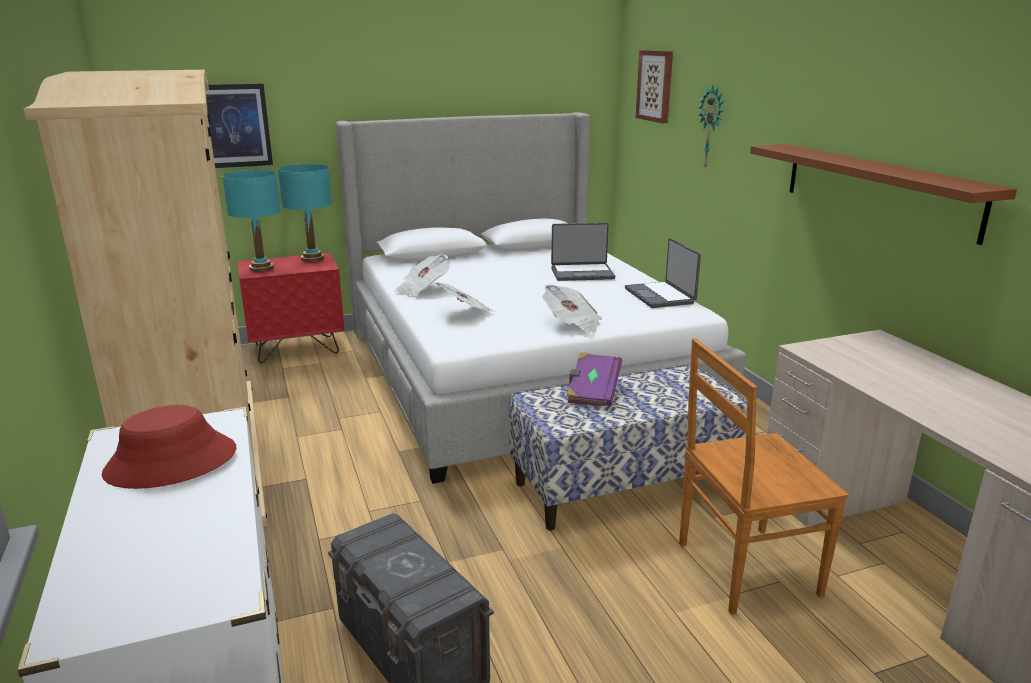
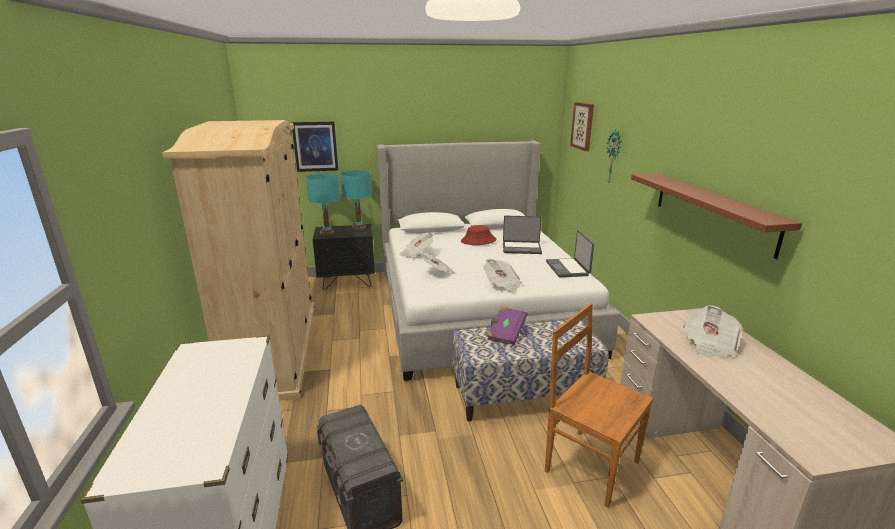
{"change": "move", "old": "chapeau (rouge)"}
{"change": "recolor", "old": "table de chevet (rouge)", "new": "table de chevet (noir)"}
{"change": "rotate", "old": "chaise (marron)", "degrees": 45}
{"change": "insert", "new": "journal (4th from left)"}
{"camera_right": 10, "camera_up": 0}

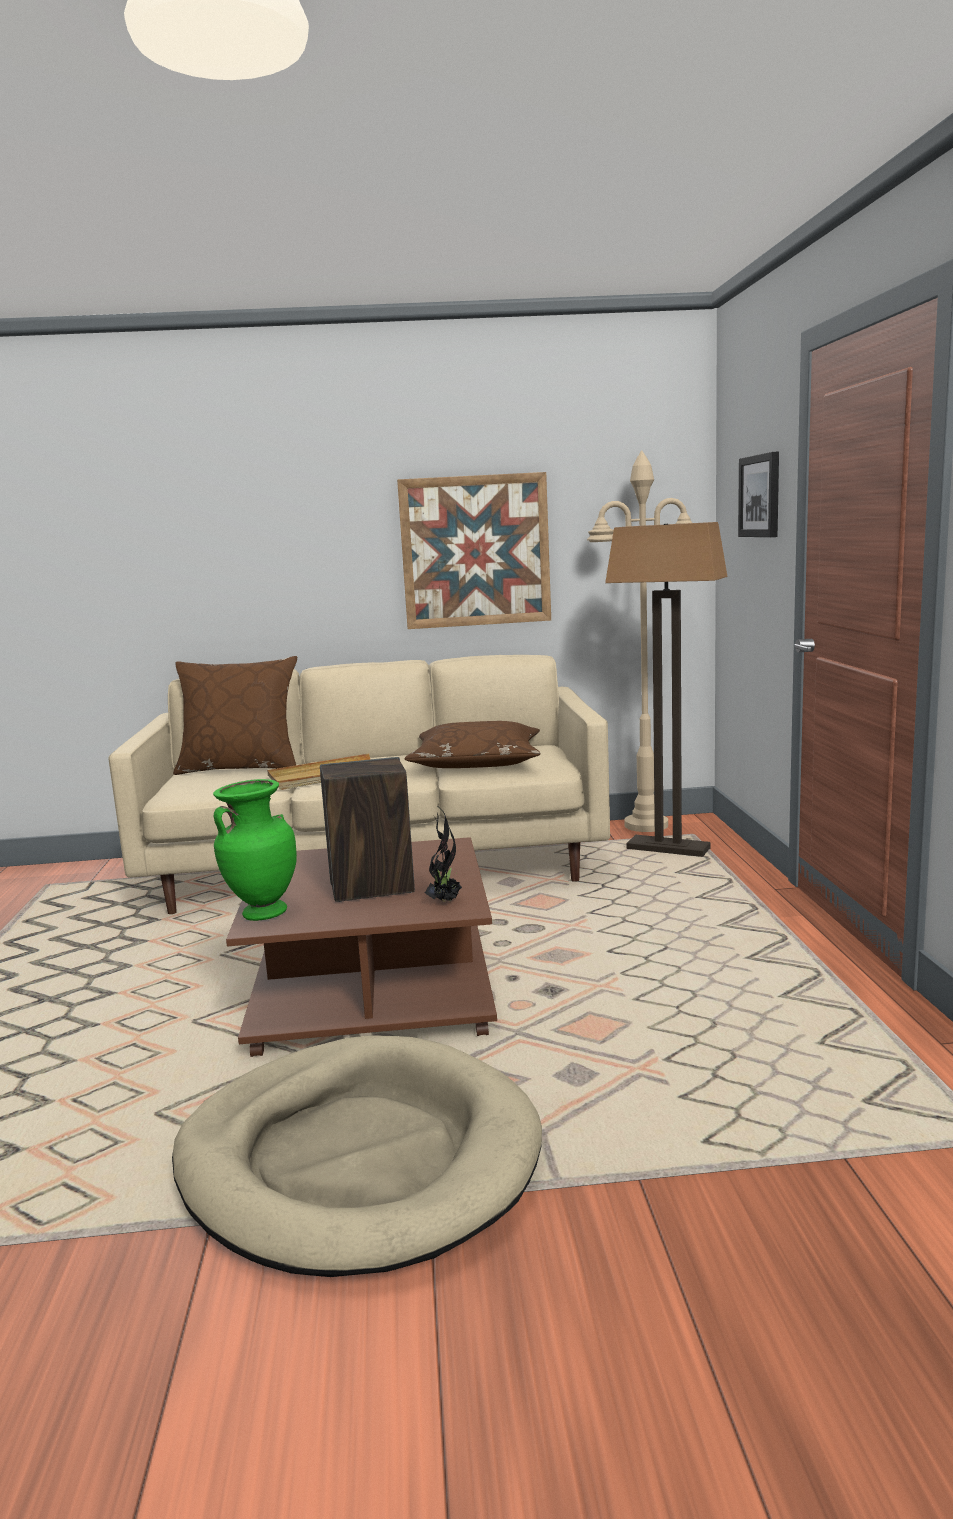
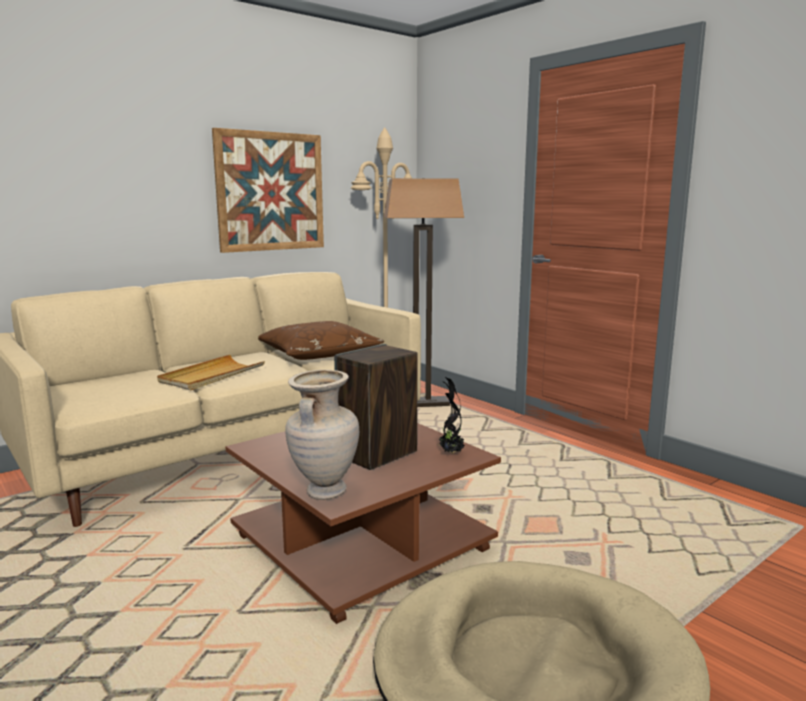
{"change": "delete", "old": "coussin (marron) (1st from left)"}
{"change": "recolor", "old": "vase (vert)", "new": "vase (beige)"}
{"change": "delete", "old": "tableau (2nd from left)"}
{"camera_right": -35, "camera_up": 0}

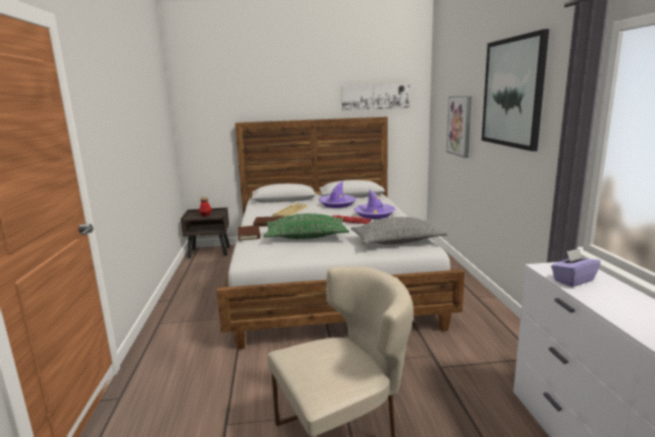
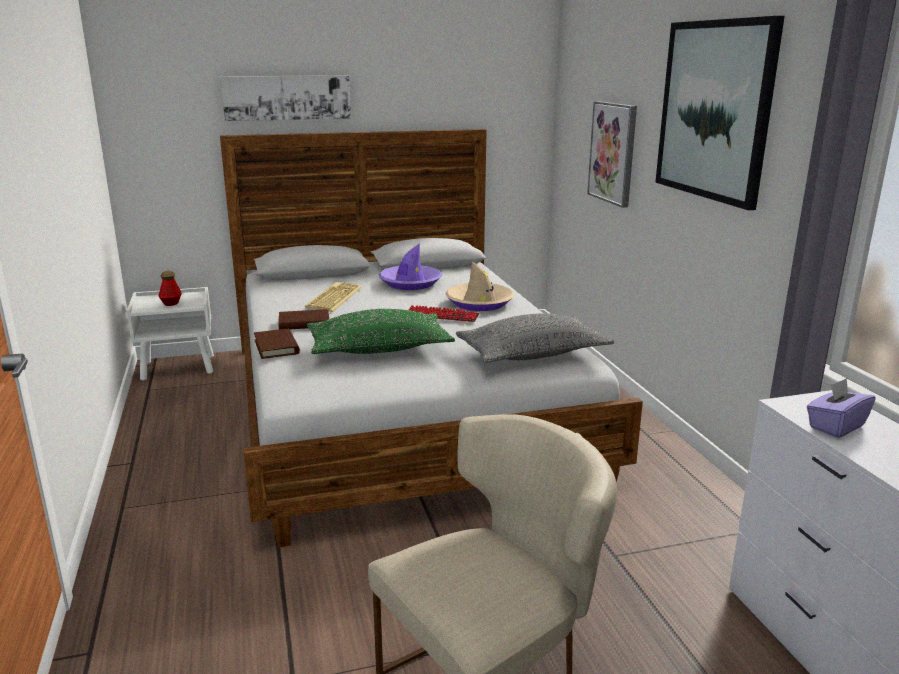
{"change": "recolor", "old": "table de chevet (marron)", "new": "table de chevet (blanc)"}
{"change": "move", "old": "tableau (1st from left)"}
{"change": "recolor", "old": "chapeau (violet) (2nd from left)", "new": "chapeau (beige)"}
{"camera_right": -10, "camera_up": 5}

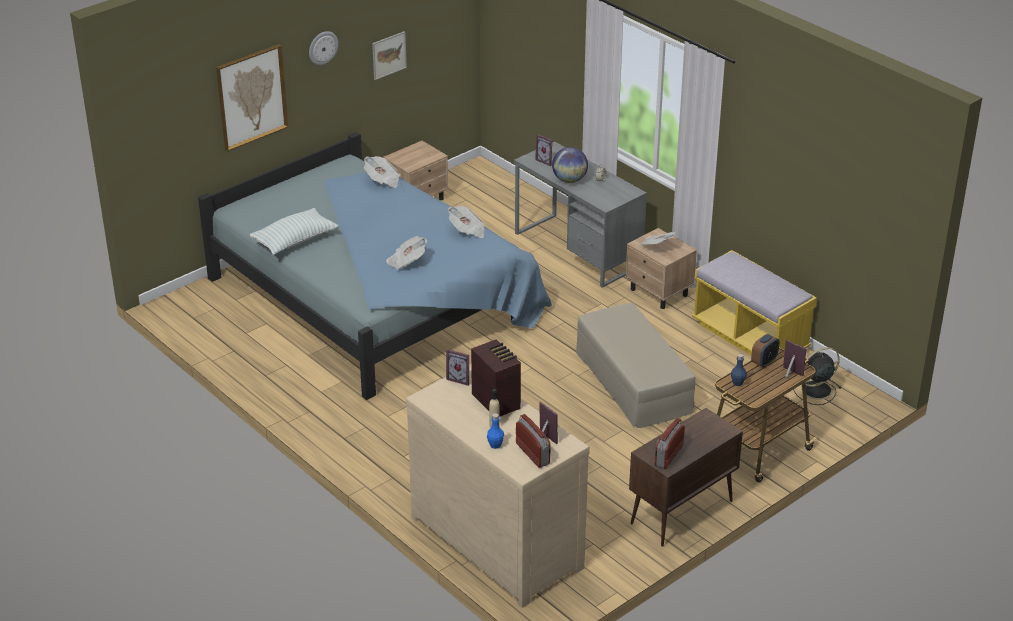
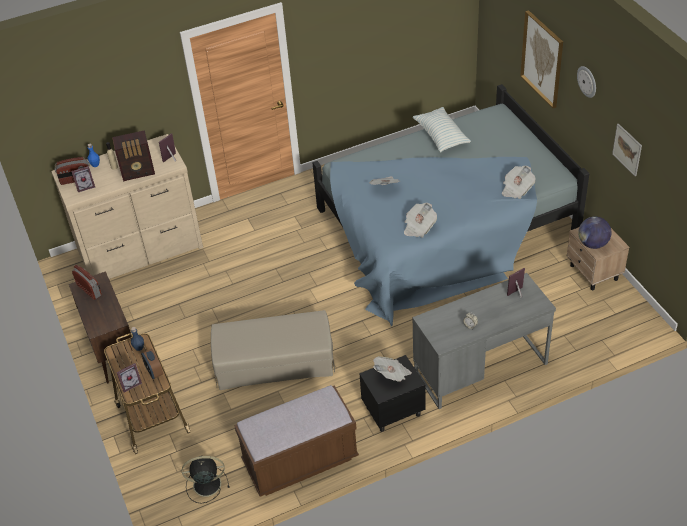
{"change": "move", "old": "globe"}
{"change": "recolor", "old": "table de chevet (beige) (2nd from left)", "new": "table de chevet (noir)"}
{"change": "recolor", "old": "banc (jaune)", "new": "banc (marron)"}
{"change": "rotate", "old": "ventilateur (noir)", "degrees": -90}
{"camera_right": 110, "camera_up": 10}

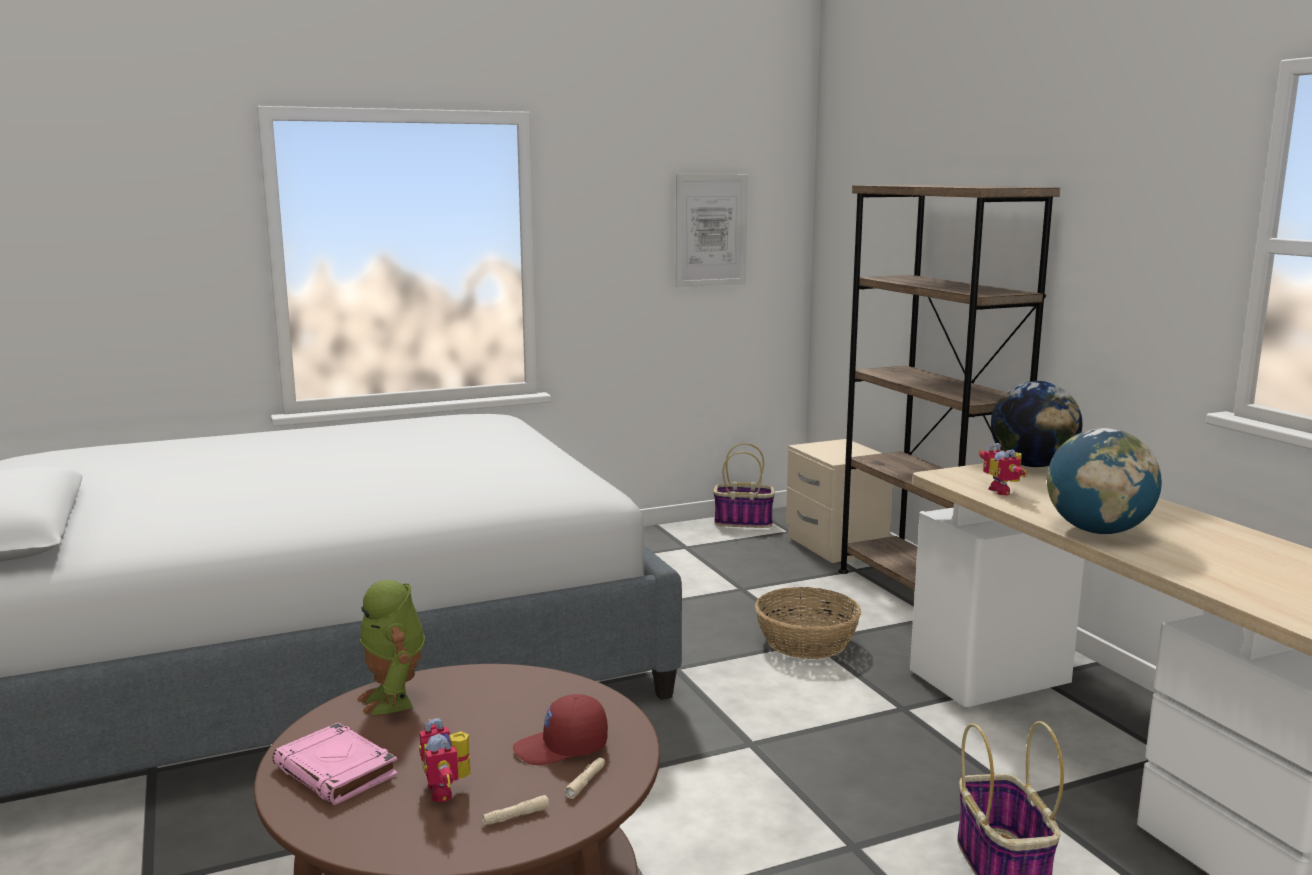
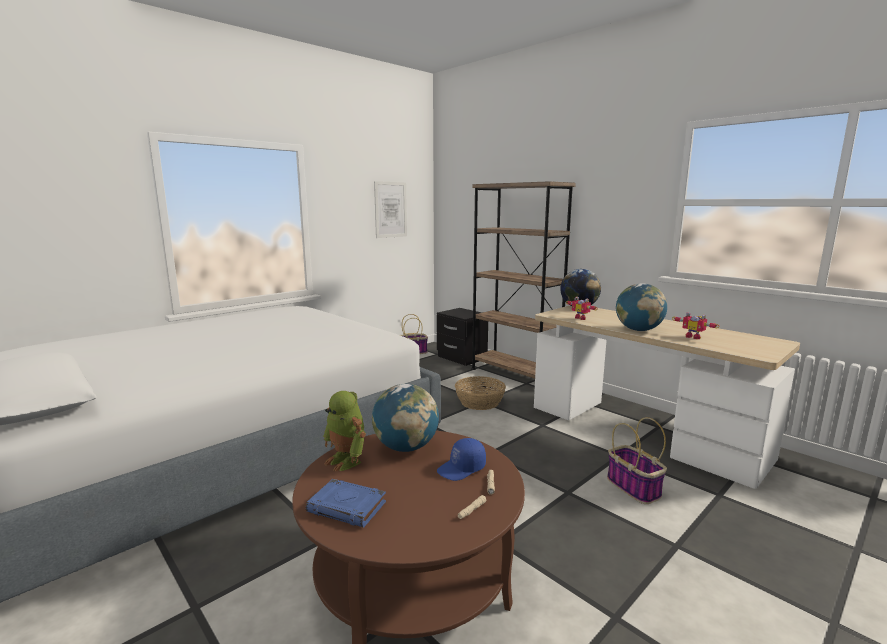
{"change": "recolor", "old": "livre (rose)", "new": "livre (bleu)"}
{"change": "move", "old": "robot jouet (2nd from left in the first image)", "new": "robot jouet (3rd from left)"}
{"change": "recolor", "old": "casquette (rouge)", "new": "casquette (bleu)"}
{"change": "recolor", "old": "table de chevet (beige)", "new": "table de chevet (noir)"}
{"change": "insert", "new": "globe (1st from left)"}
{"camera_right": -20, "camera_up": 0}

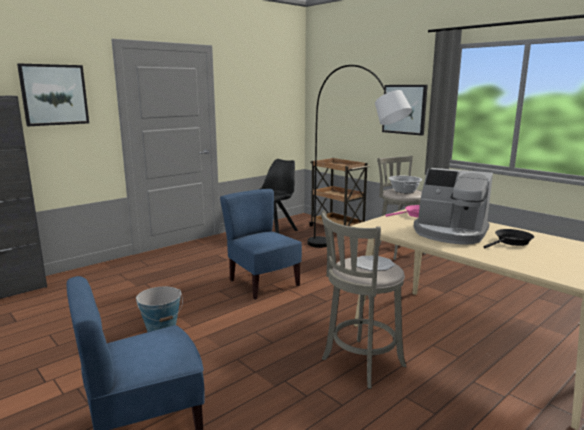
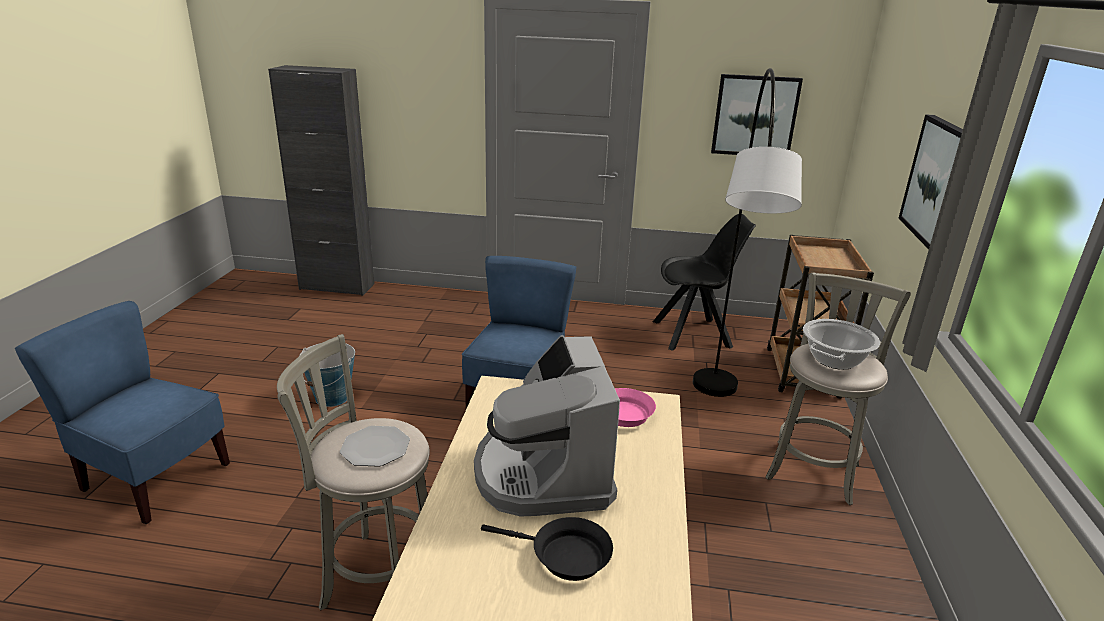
{"change": "move", "old": "tableau (1st from left)"}
{"camera_right": 50, "camera_up": 10}

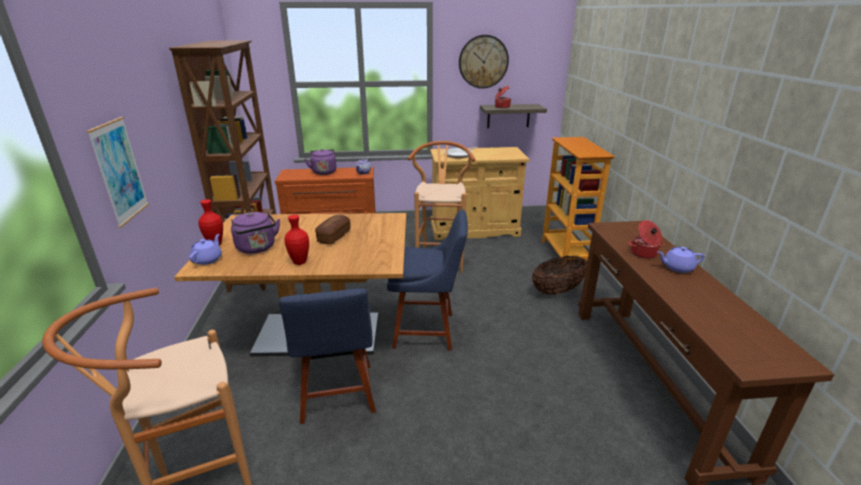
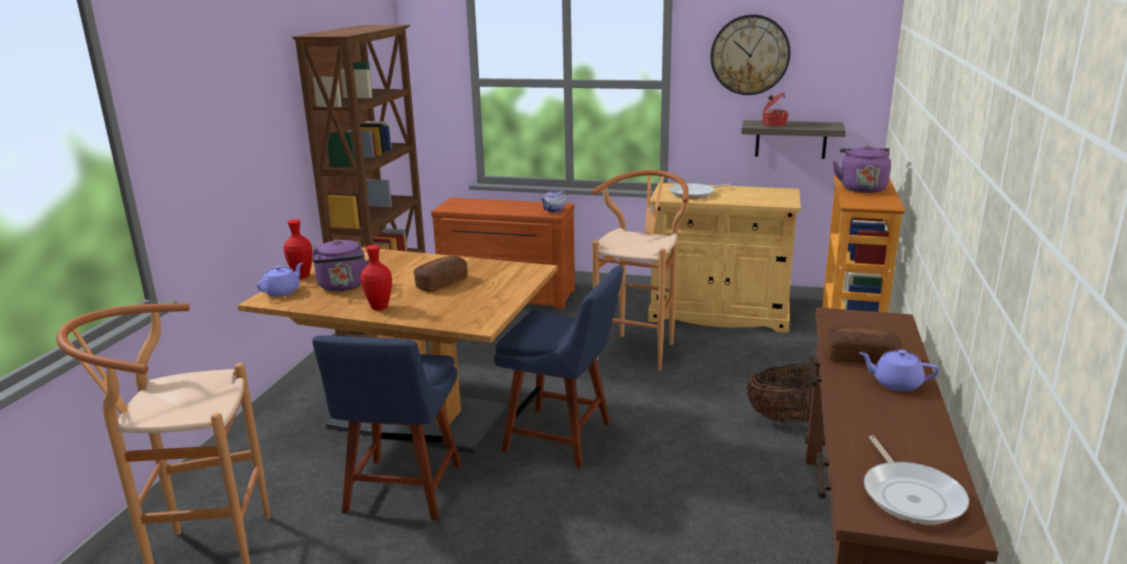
{"change": "delete", "old": "tableau"}
{"change": "move", "old": "bouilloire (violet) (2nd from left)"}
{"change": "replace", "old": "marmite (2nd from left)", "new": "pain (2nd from left)"}
{"change": "insert", "new": "poêle (2nd from left)"}
{"camera_right": 20, "camera_up": -5}

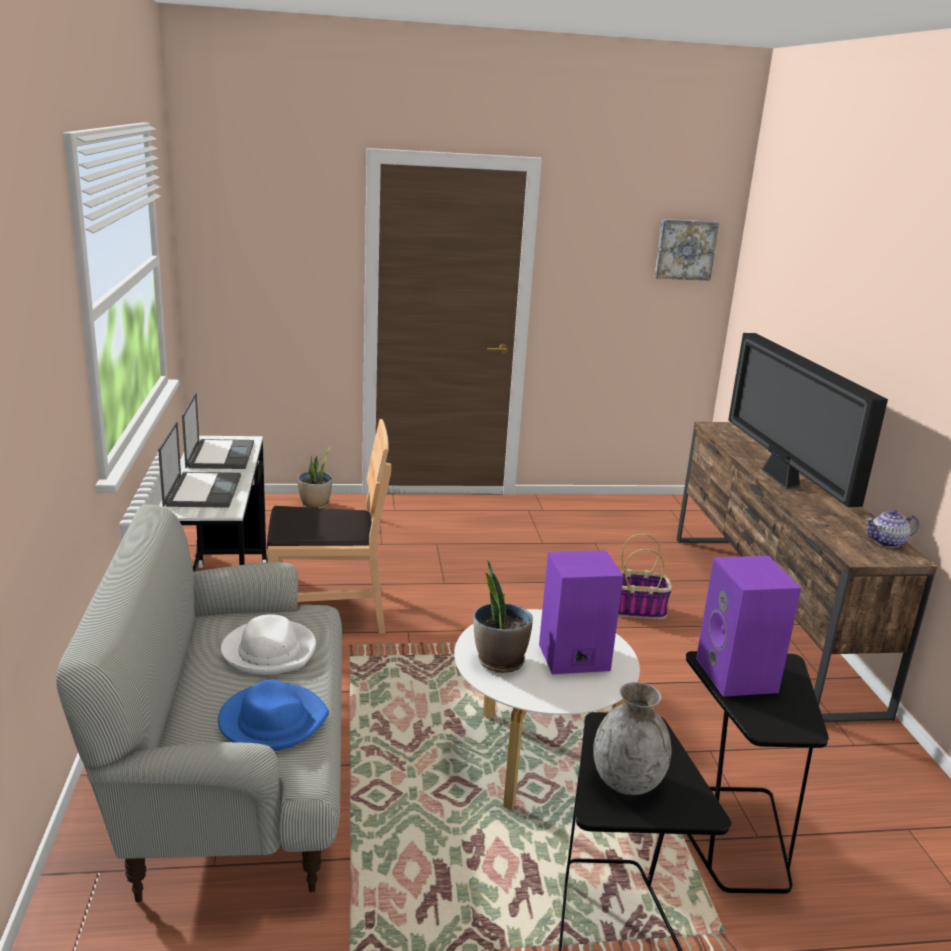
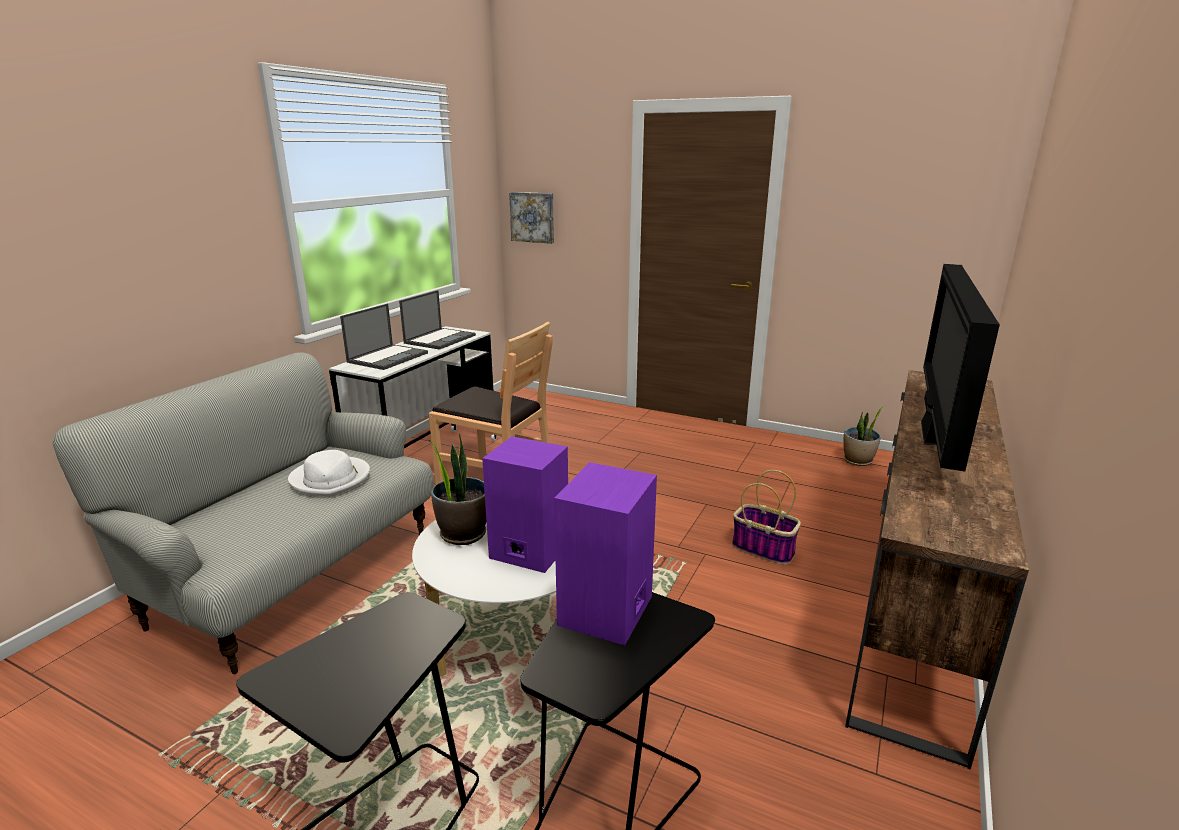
{"change": "delete", "old": "chapeau (bleu)"}
{"change": "move", "old": "plante en pot (1st from left in the first image)", "new": "plante en pot (2nd from left)"}
{"change": "delete", "old": "vase (gris)"}
{"change": "move", "old": "tableau"}
{"change": "delete", "old": "théière"}
{"camera_right": 35, "camera_up": 0}

